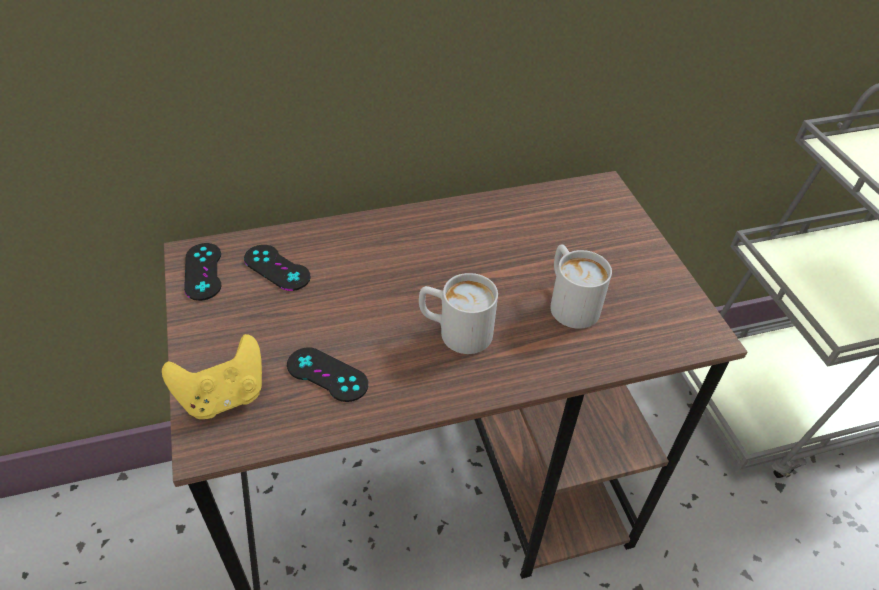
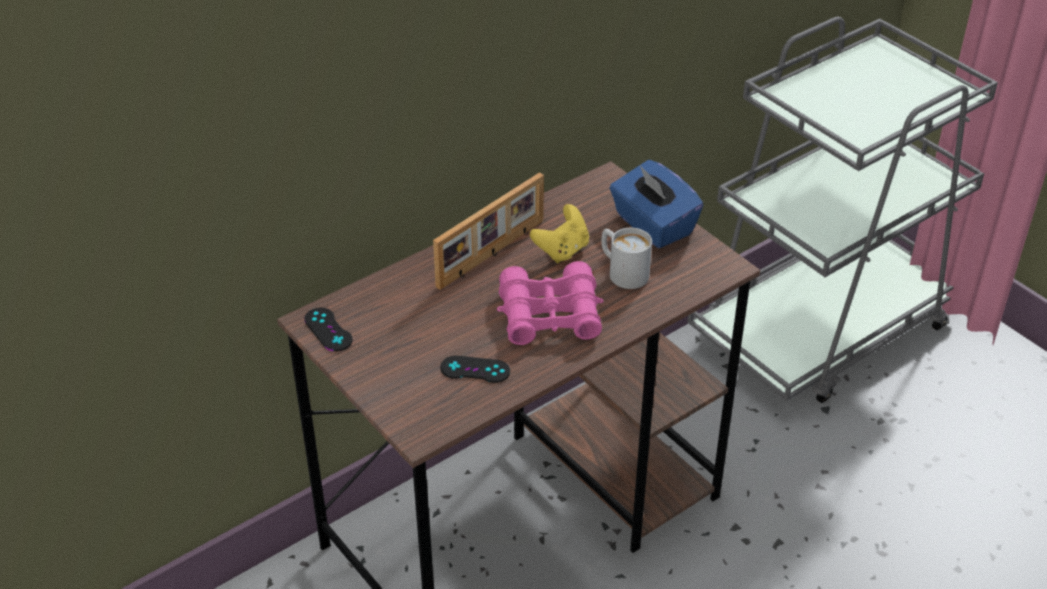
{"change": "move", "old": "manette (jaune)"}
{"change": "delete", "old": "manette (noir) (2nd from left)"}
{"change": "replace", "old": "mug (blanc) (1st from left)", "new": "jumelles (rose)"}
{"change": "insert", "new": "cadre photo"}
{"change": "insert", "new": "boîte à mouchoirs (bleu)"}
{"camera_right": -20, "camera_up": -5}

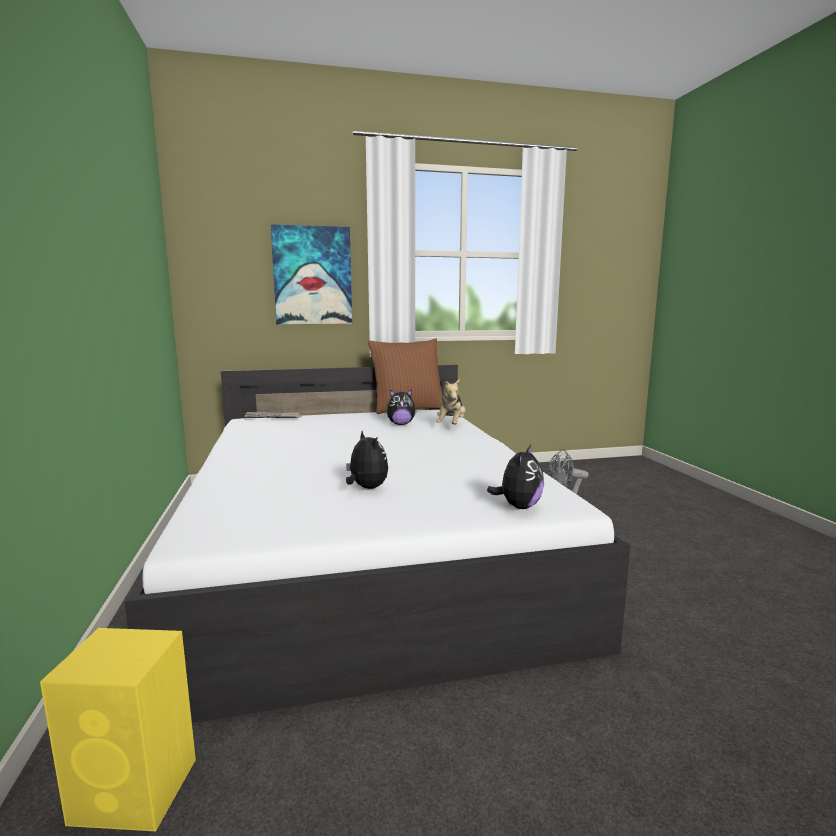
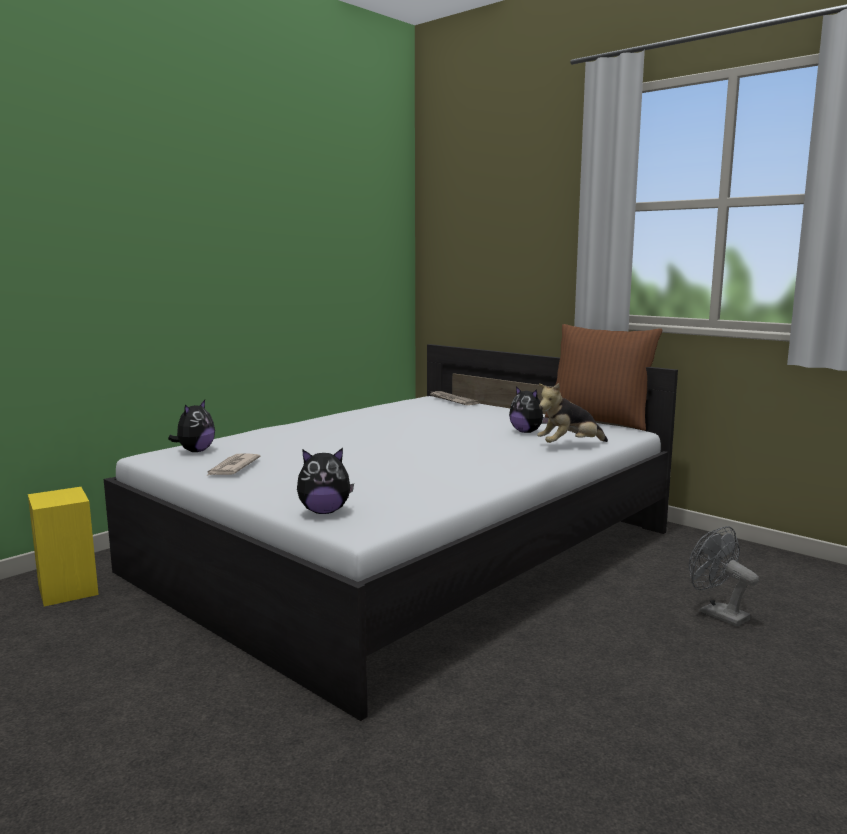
{"change": "delete", "old": "tableau"}
{"change": "move", "old": "peluche (1st from left)"}
{"change": "insert", "new": "journal (1st from left)"}
{"camera_right": 55, "camera_up": 0}

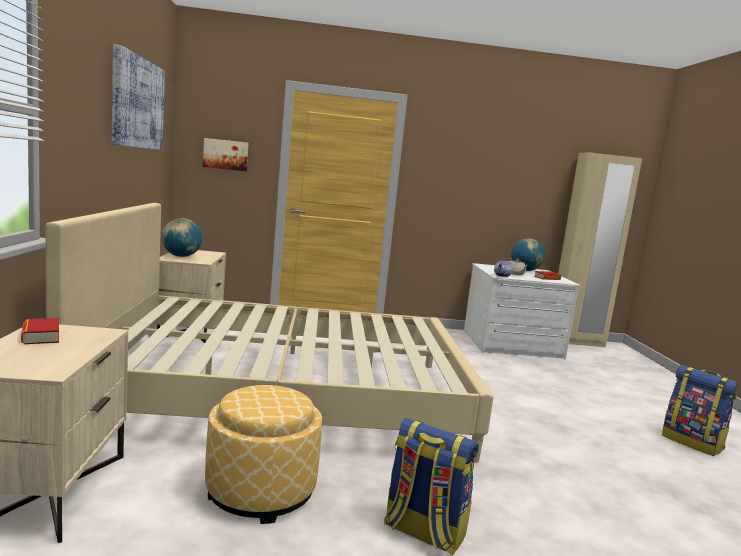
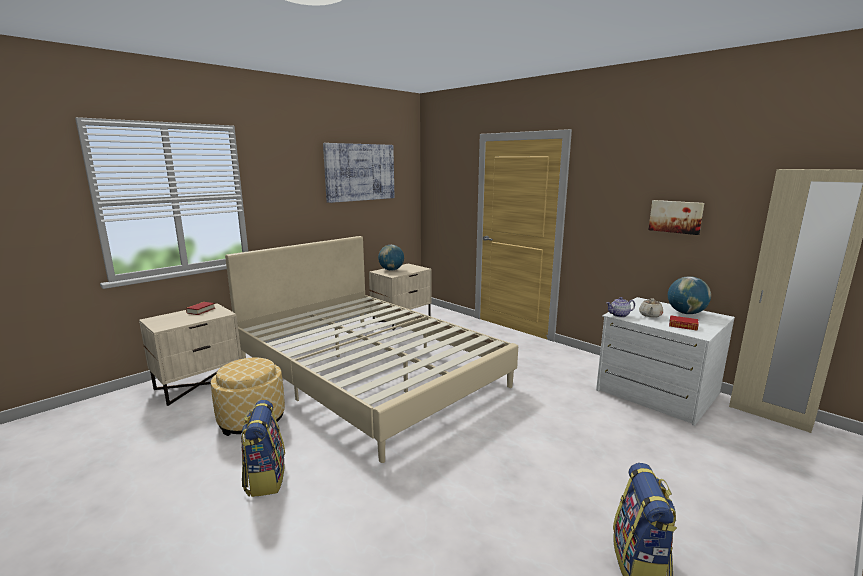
{"change": "move", "old": "tableau (2nd from left)"}
{"camera_right": 50, "camera_up": 5}

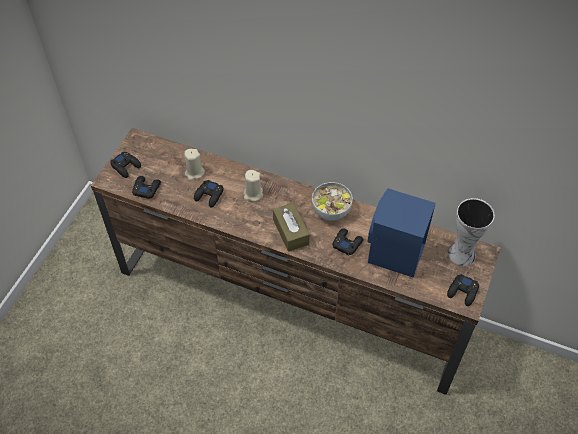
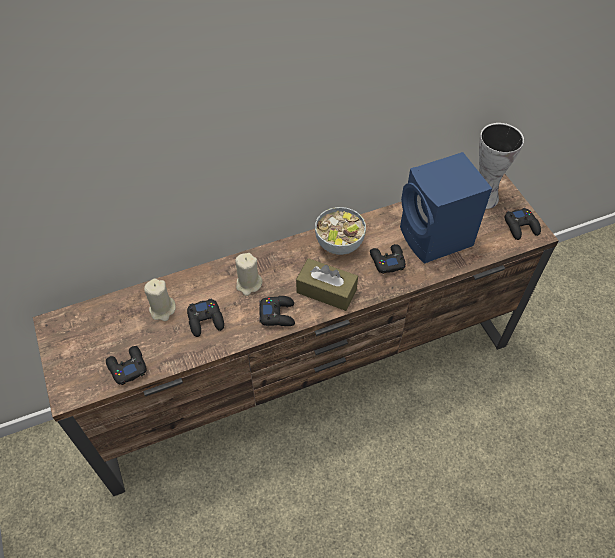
{"change": "move", "old": "manette (noir) (1st from left in the first image)", "new": "manette (noir) (3rd from left)"}
{"camera_right": -45, "camera_up": 0}

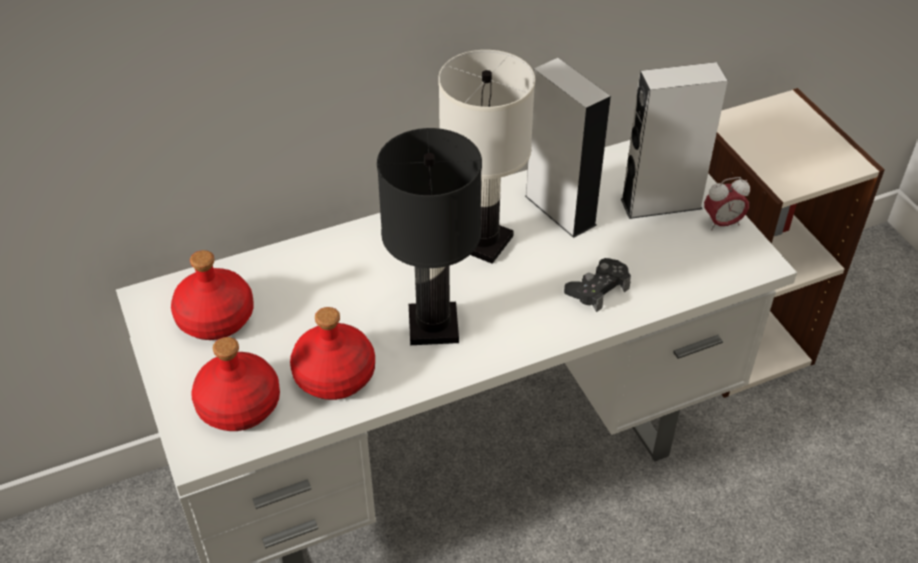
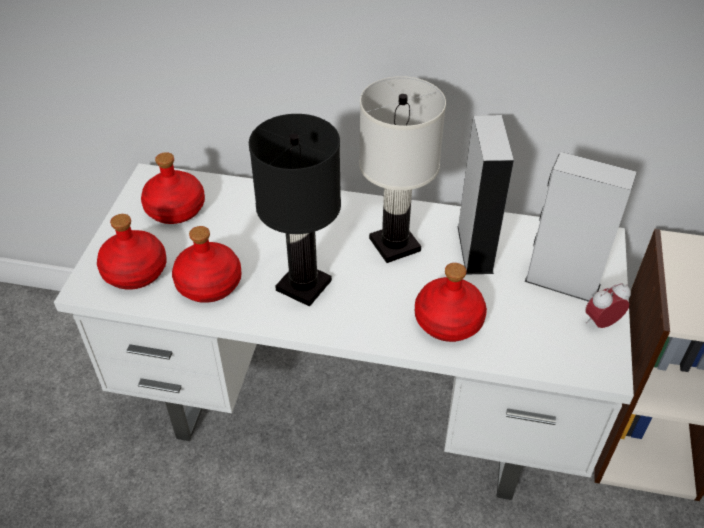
{"change": "replace", "old": "manette (noir)", "new": "bouteille (rouge) (4th from left)"}
{"change": "rotate", "old": "réveil", "degrees": 135}
{"camera_right": 35, "camera_up": 0}

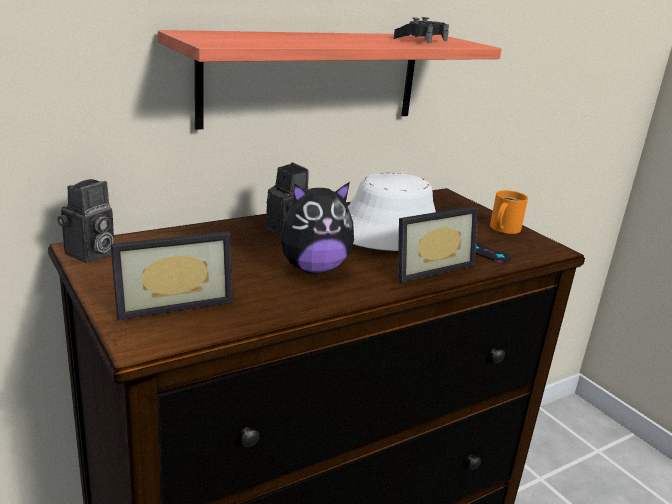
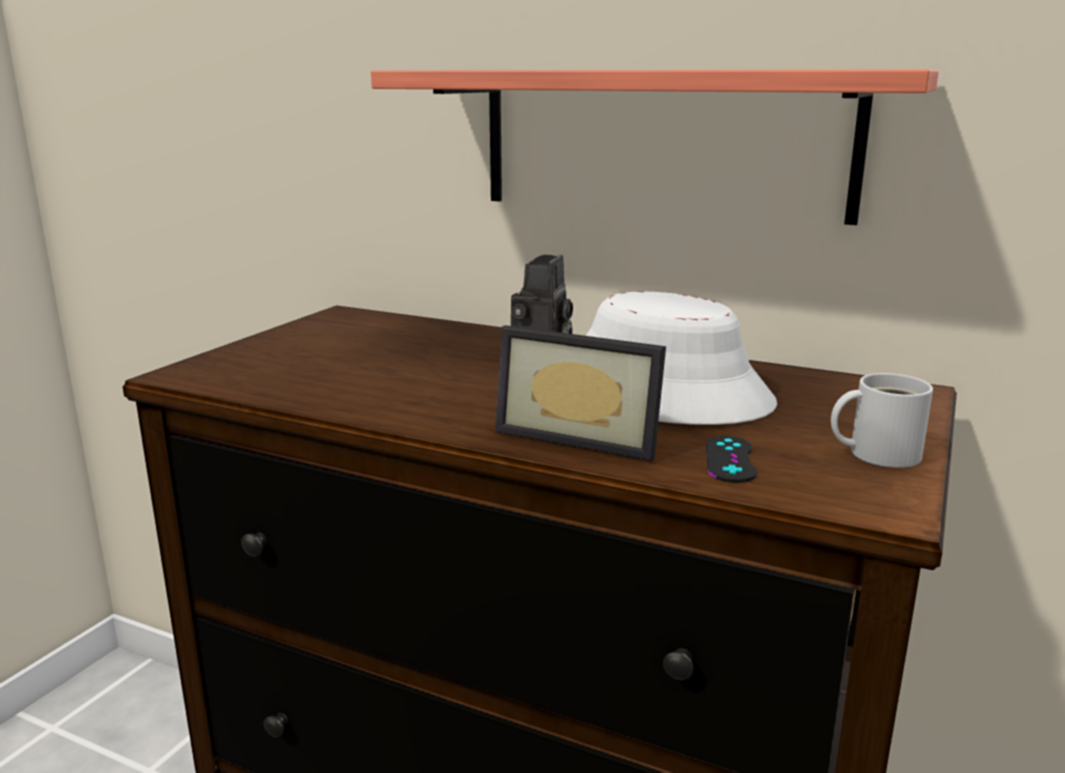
{"change": "delete", "old": "appareil photo (1st from left)"}
{"change": "delete", "old": "cadre photo (1st from left)"}
{"change": "delete", "old": "peluche"}
{"change": "delete", "old": "manette (noir) (1st from left)"}
{"change": "recolor", "old": "mug (orange)", "new": "mug (blanc)"}
{"camera_right": 60, "camera_up": -5}

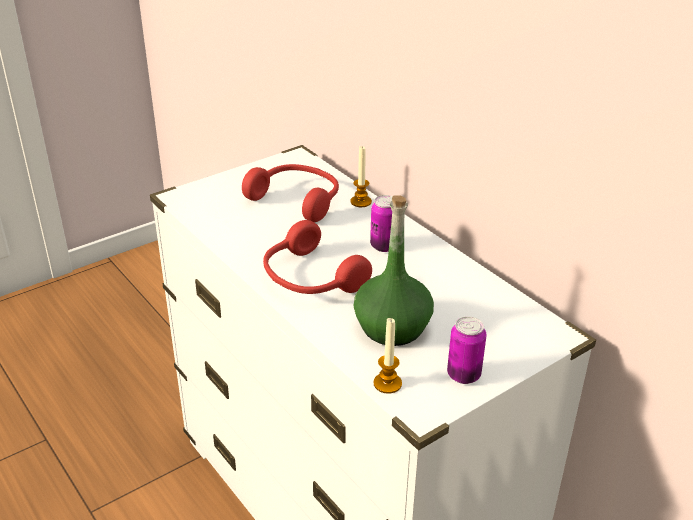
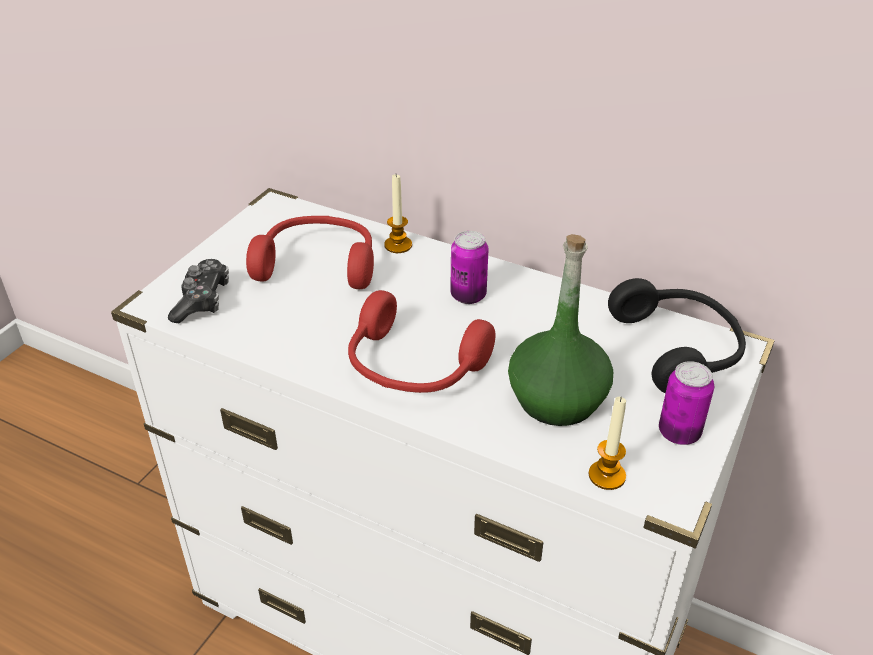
{"change": "insert", "new": "manette"}
{"change": "insert", "new": "casque audio (noir)"}
{"camera_right": -25, "camera_up": 5}

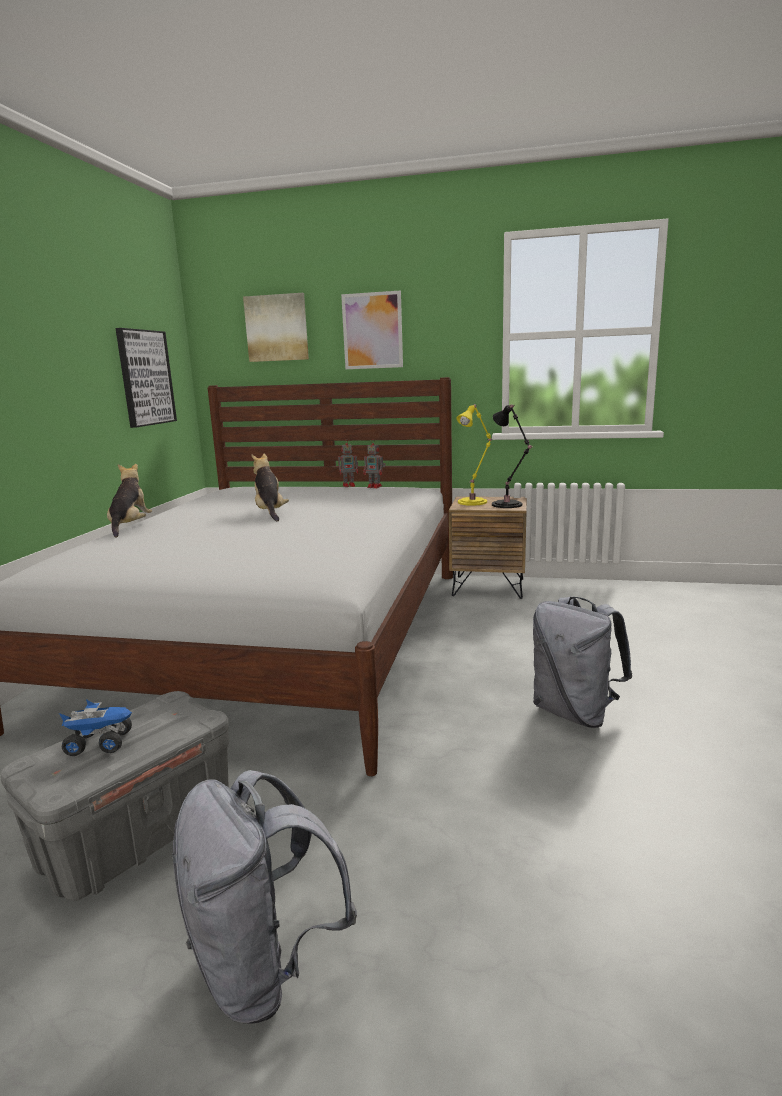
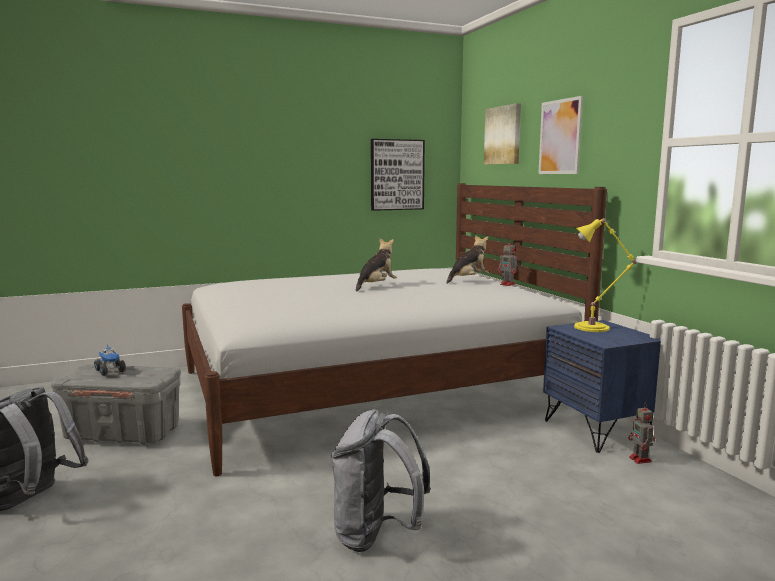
{"change": "move", "old": "peluche (1st from left in the first image)", "new": "peluche (2nd from left)"}
{"change": "move", "old": "robot jouet (2nd from left)"}
{"change": "recolor", "old": "table de chevet (marron)", "new": "table de chevet (bleu)"}
{"change": "delete", "old": "lampe de table (noir)"}
{"camera_right": 55, "camera_up": -5}

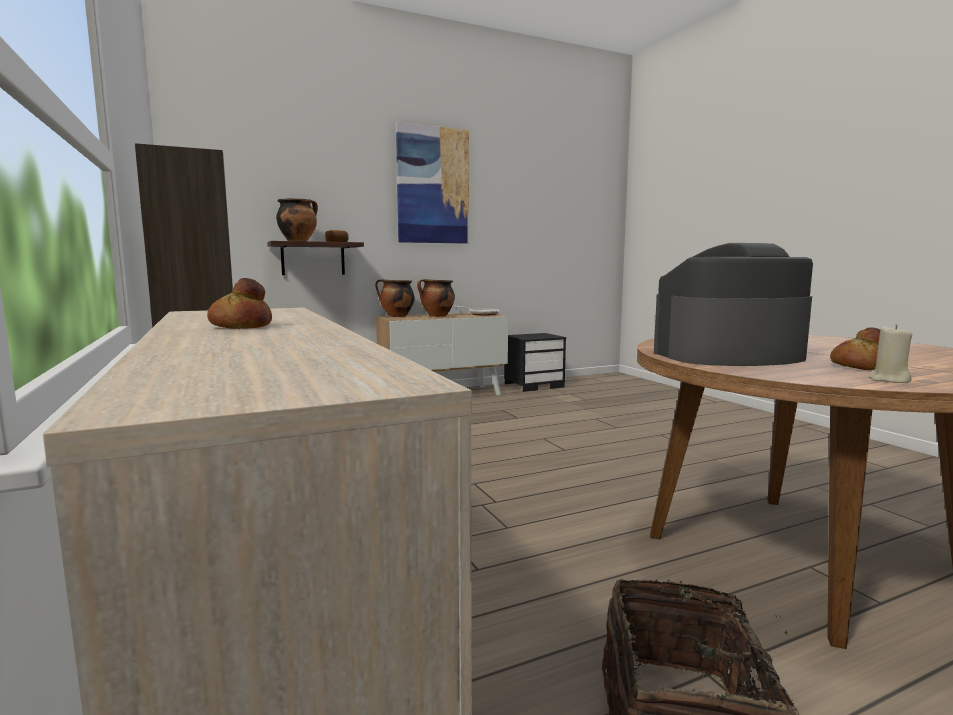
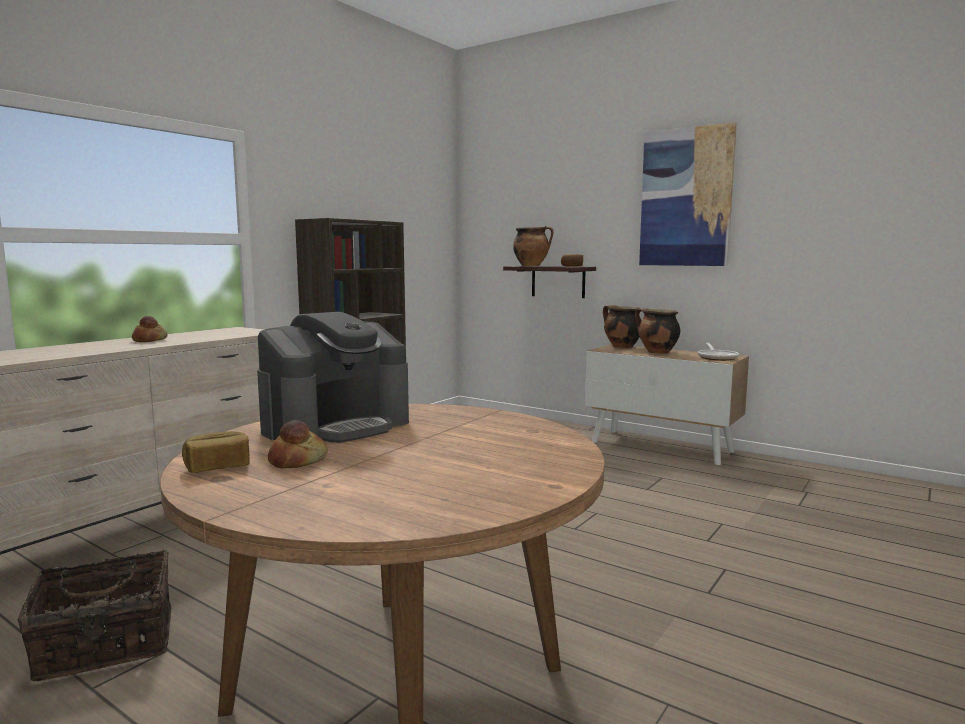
{"change": "delete", "old": "table de chevet (noir)"}
{"change": "rotate", "old": "machine à café", "degrees": 90}
{"change": "replace", "old": "bougie (beige)", "new": "pain (2nd from left)"}
{"camera_right": 60, "camera_up": 0}

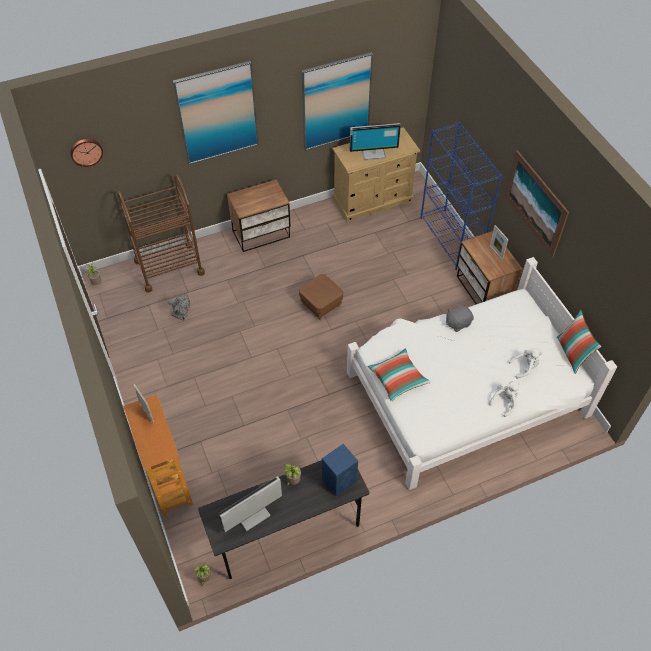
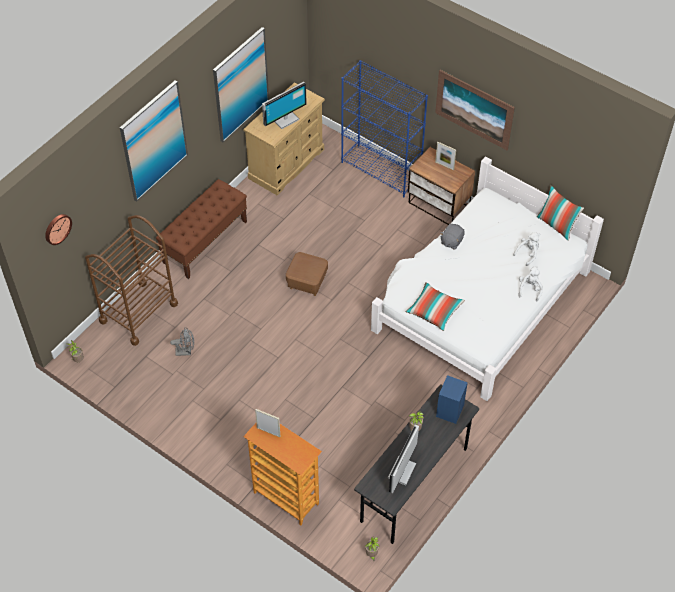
{"change": "replace", "old": "table de chevet (1st from left)", "new": "banc (marron)"}
{"camera_right": -30, "camera_up": 0}

